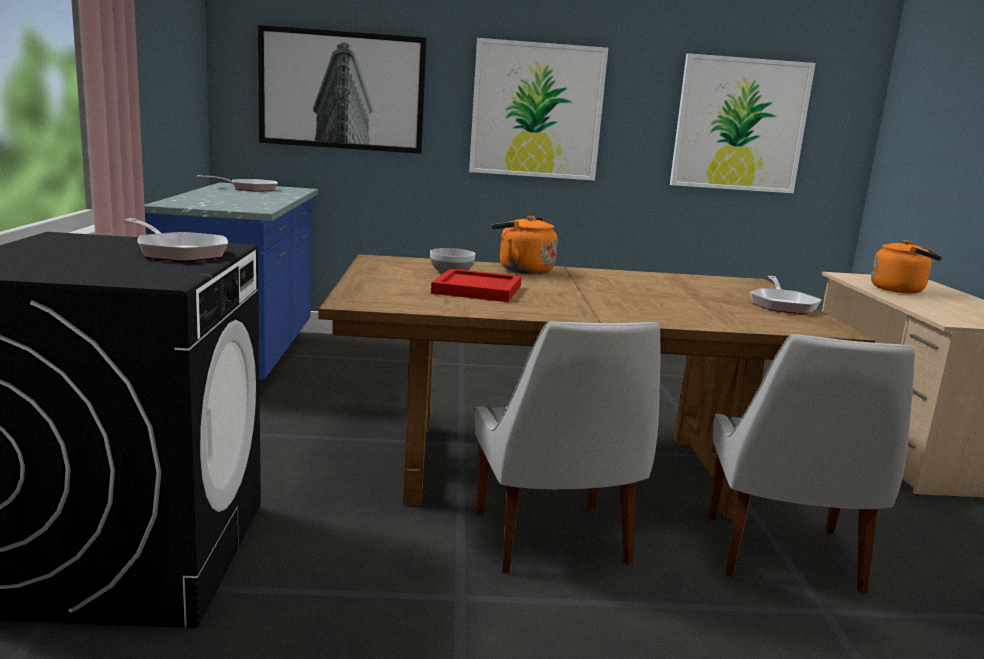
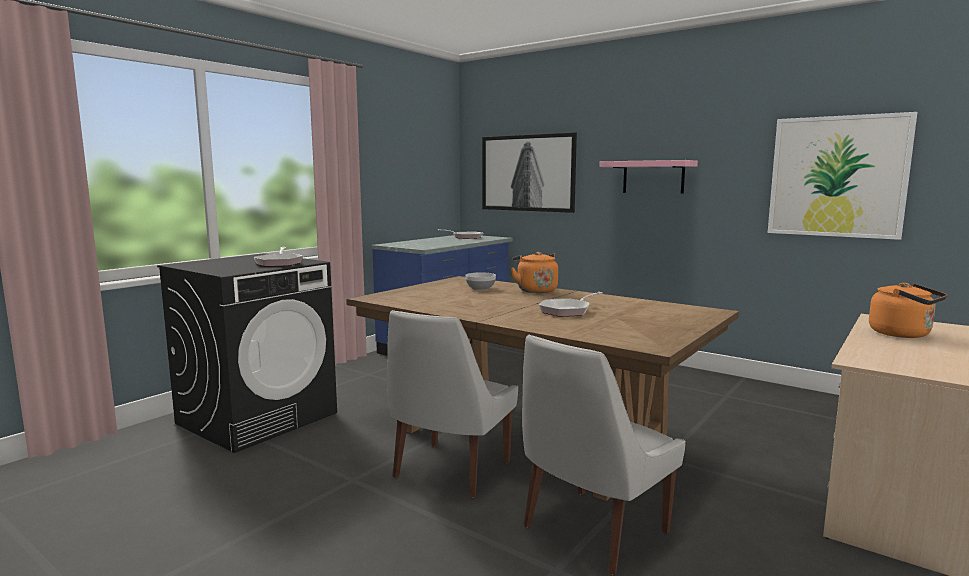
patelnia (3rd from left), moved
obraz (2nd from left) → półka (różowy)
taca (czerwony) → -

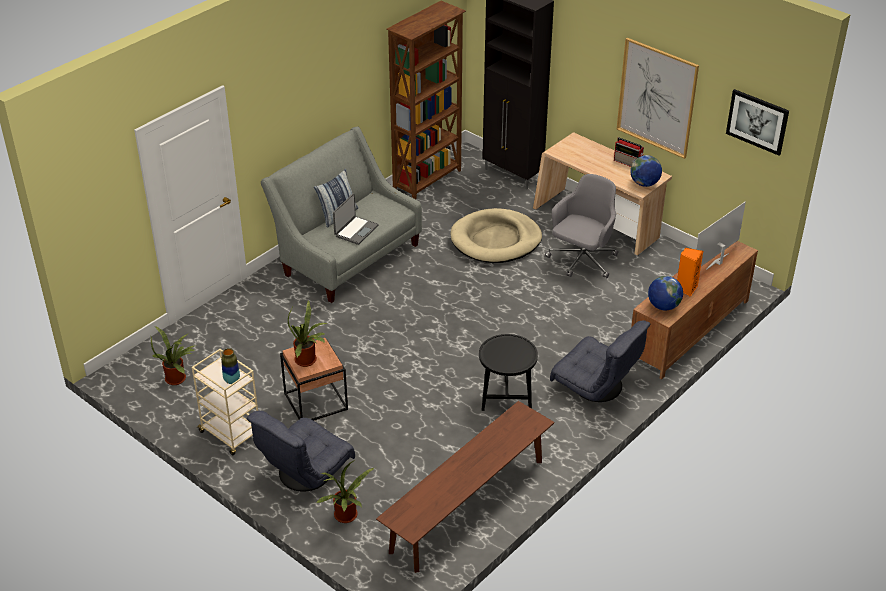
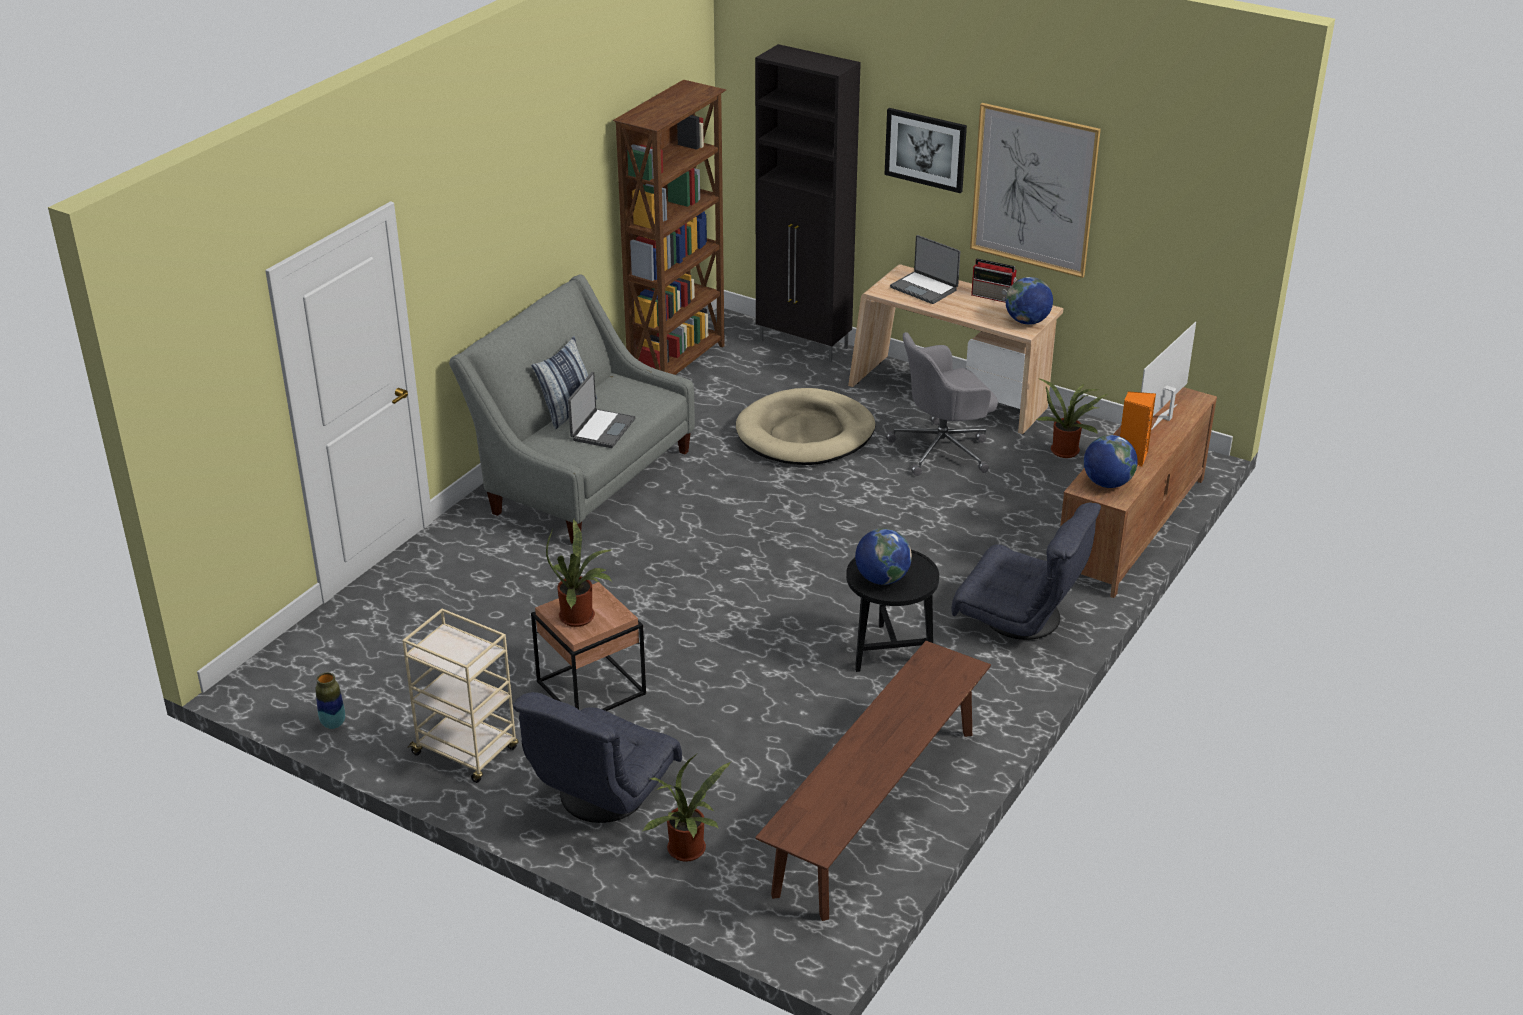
wazon, moved
- → globus (1st from left)
obraz (2nd from left in the first image) → obraz (1st from left), moved
krzesło biurowe (szary), 135 degrees counterclockwise
- → laptop (2nd from left)
roślina doniczkowa (1st from left in the first image) → roślina doniczkowa (3rd from left), moved

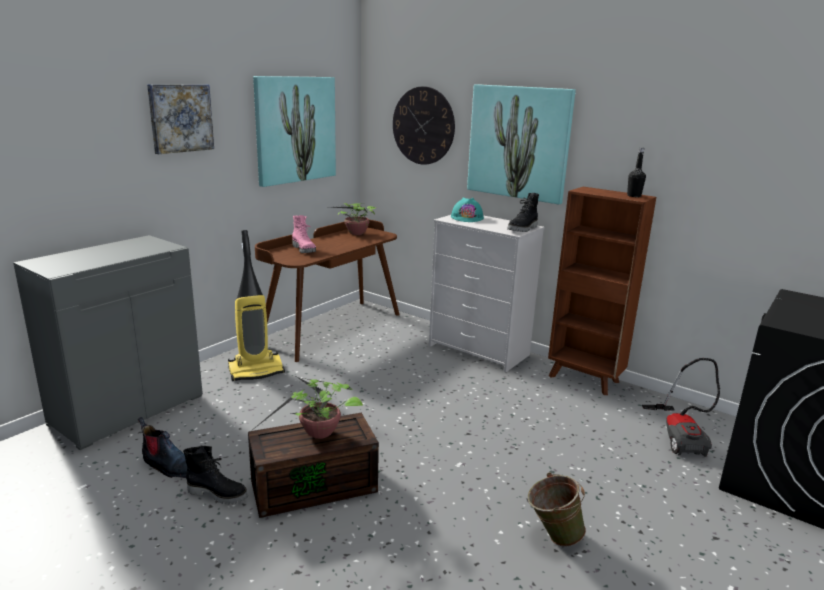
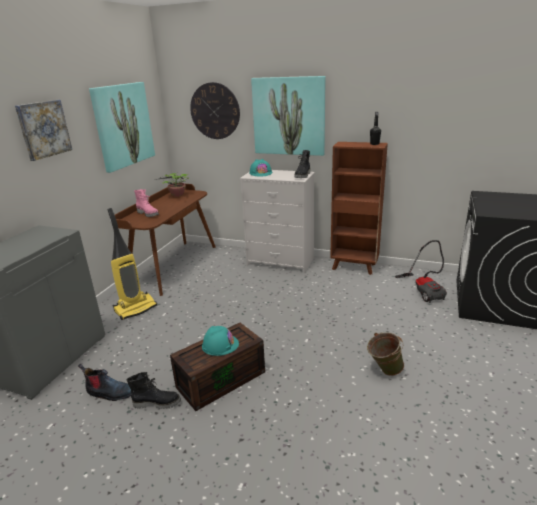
roślina doniczkowa (1st from left) → kask (turkusowy) (1st from left)

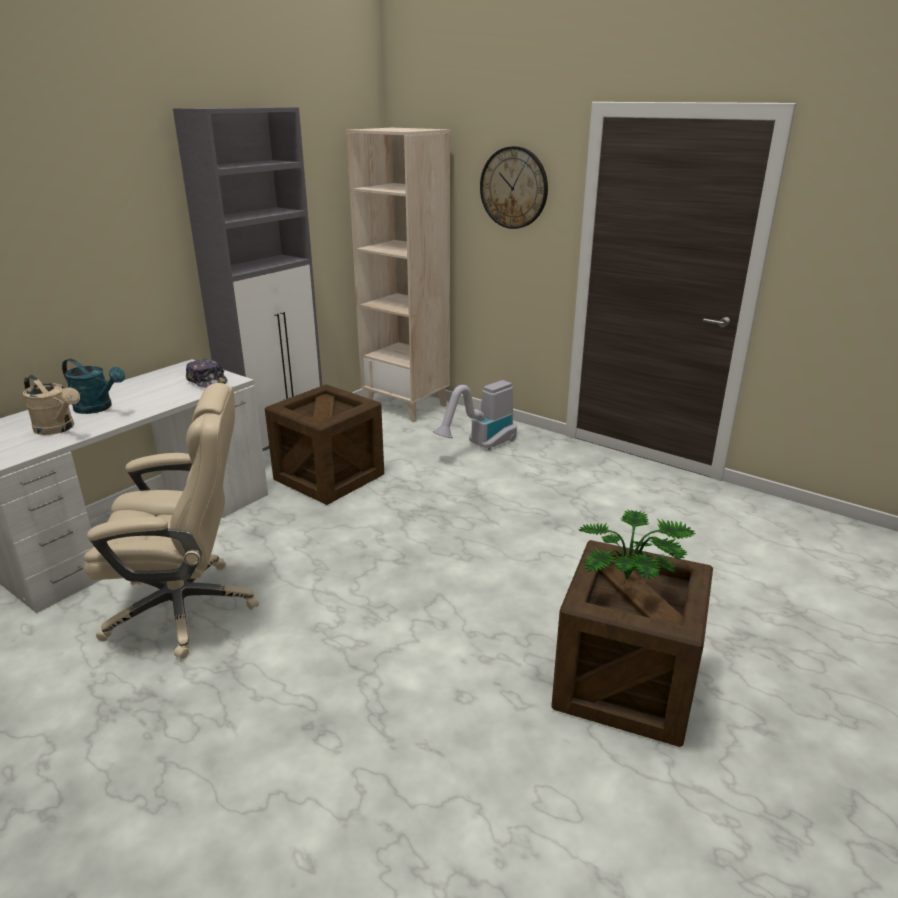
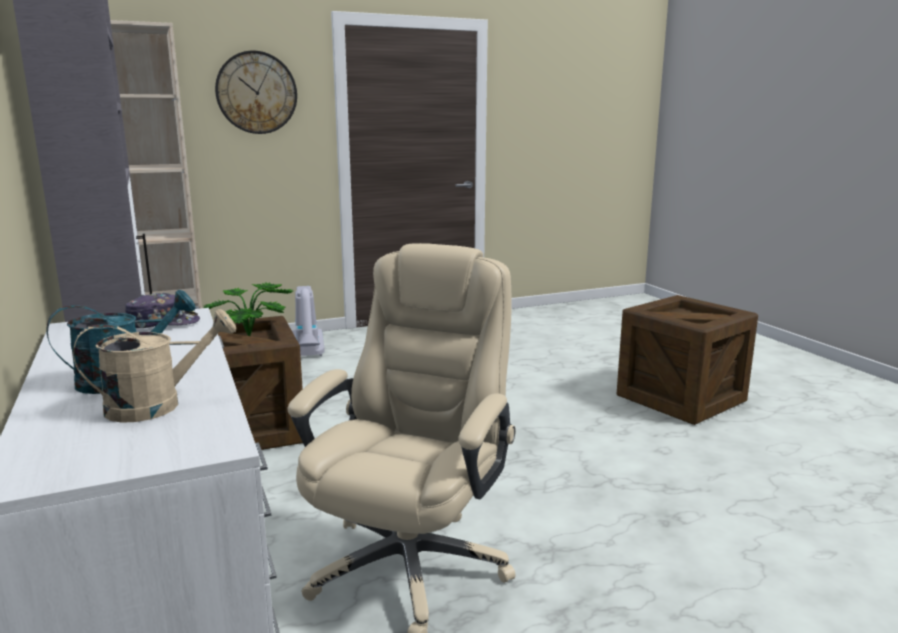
roślina doniczkowa, moved

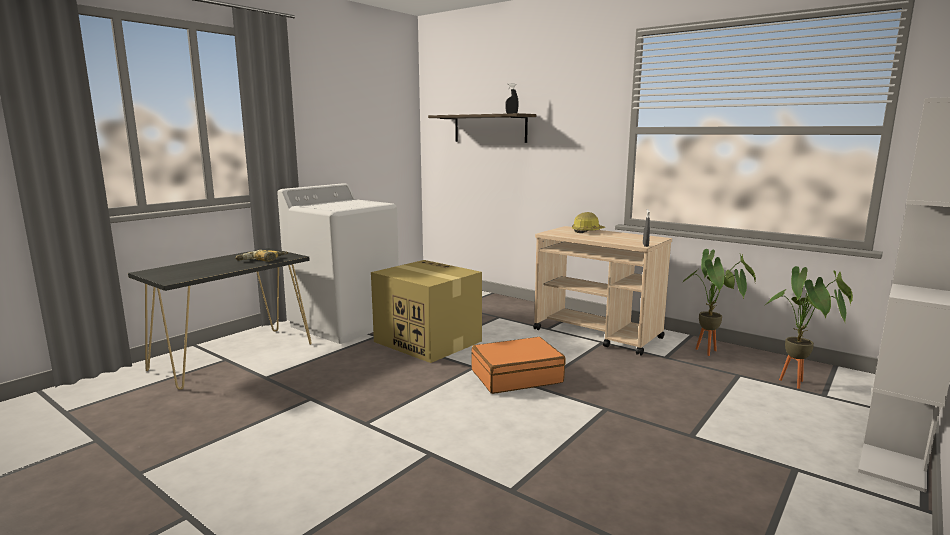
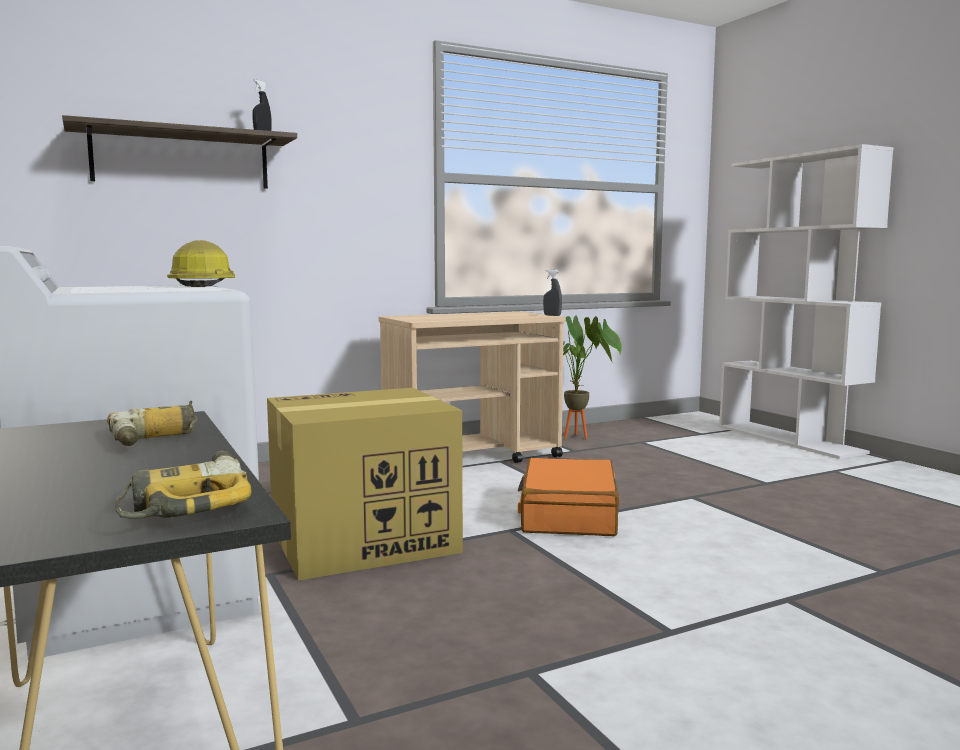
- → wiertarka (2nd from left)
kask, moved
roślina doniczkowa (2nd from left) → -

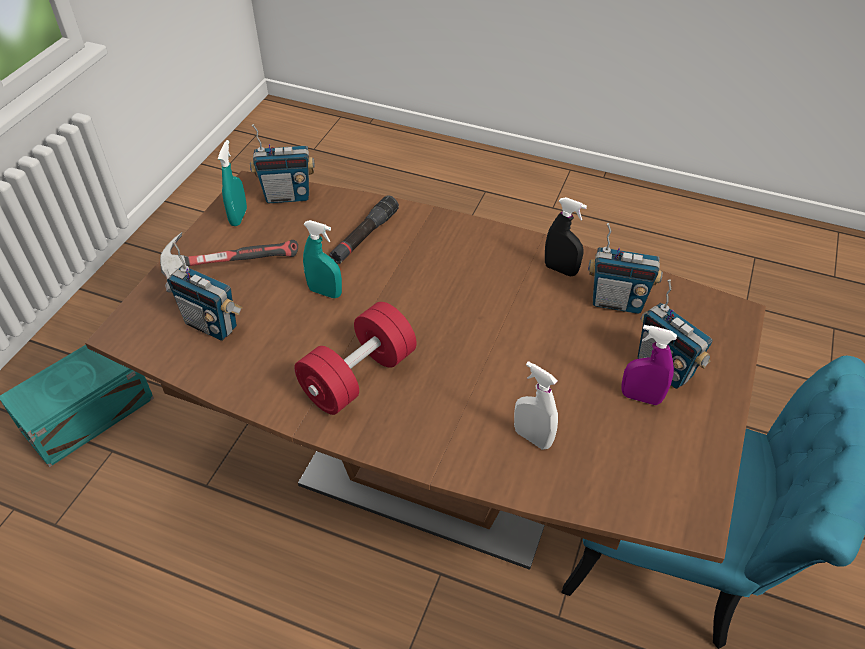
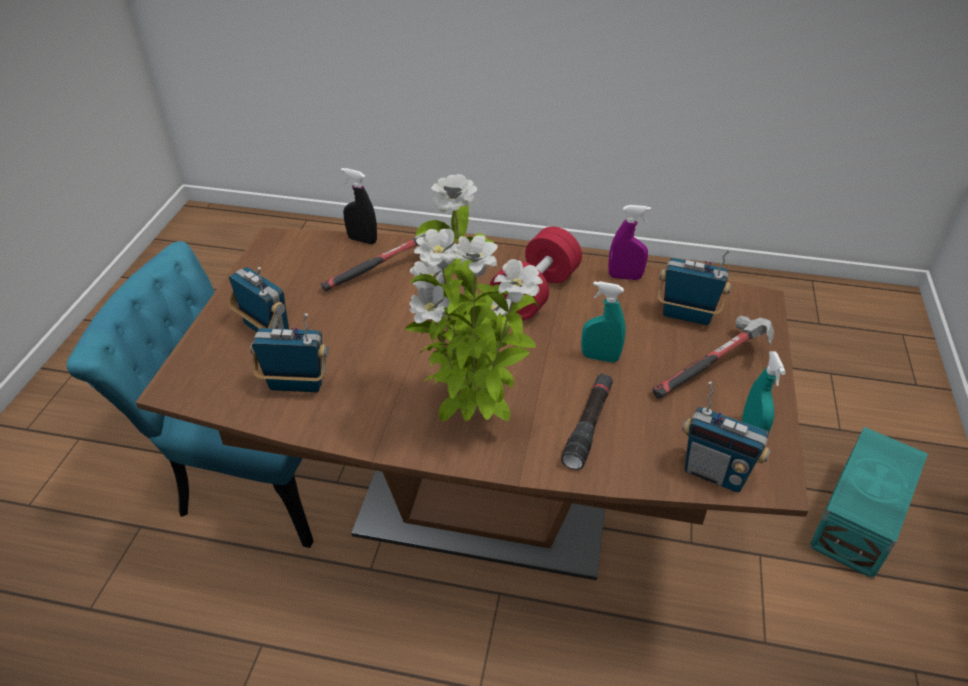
spryskiwacz (biały) → młotek (1st from left)
spryskiwacz (czarny), moved
- → roślina doniczkowa
spryskiwacz (fioletowy), moved
radio (2nd from left in the first image) → radio (4th from left), 135 degrees counterclockwise

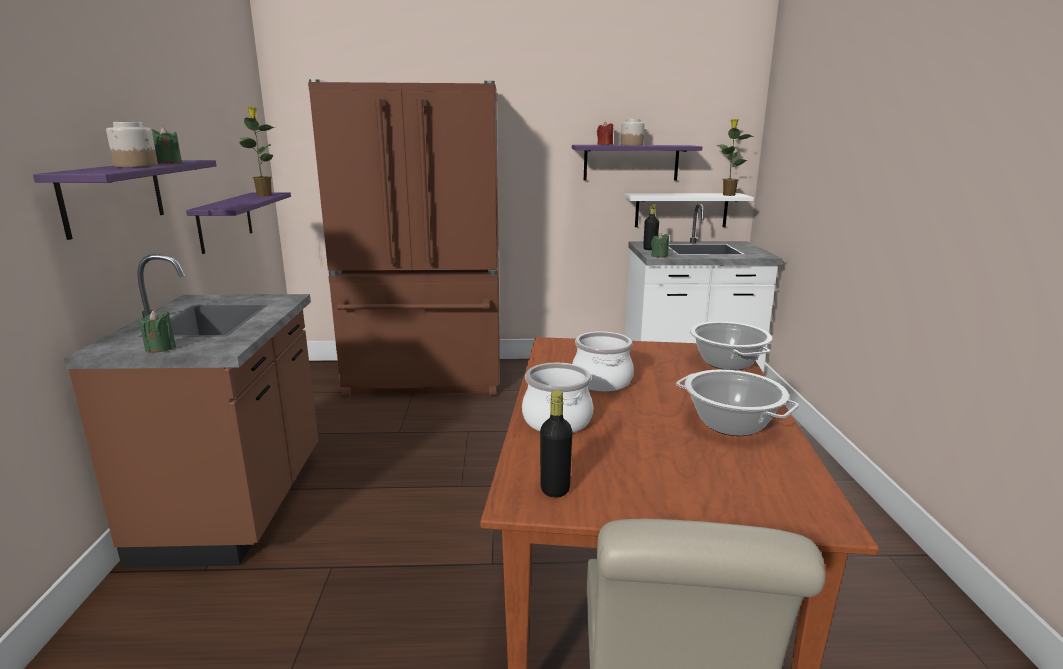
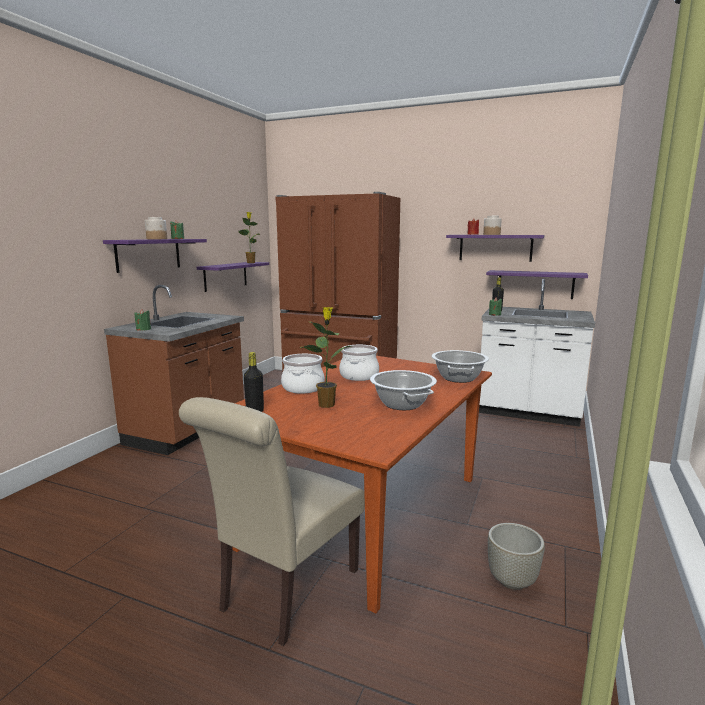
roślina doniczkowa (2nd from left), moved
półka (biały) → półka (fioletowy) (4th from left)
- → donica (szary)

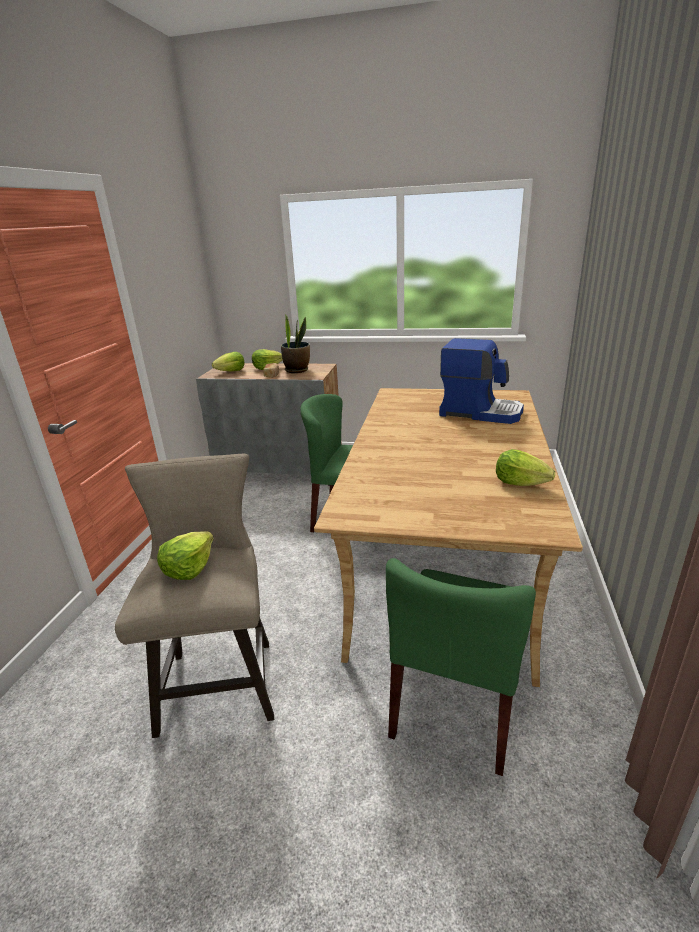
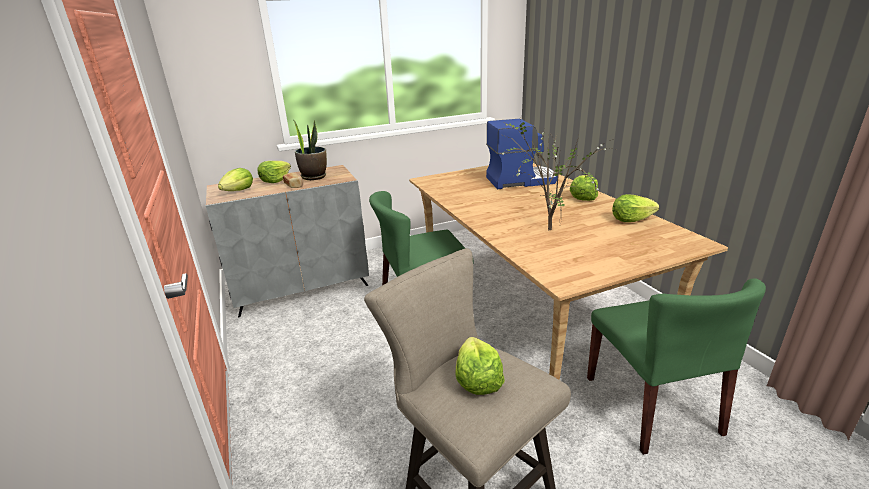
- → roślina doniczkowa (2nd from left)
- → sałata (4th from left)

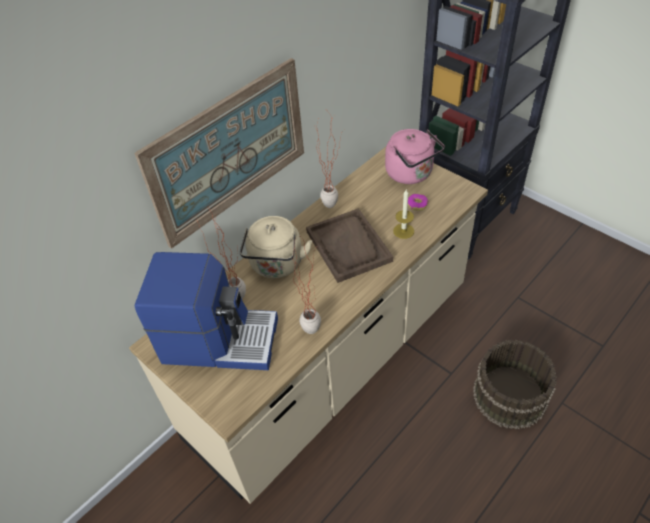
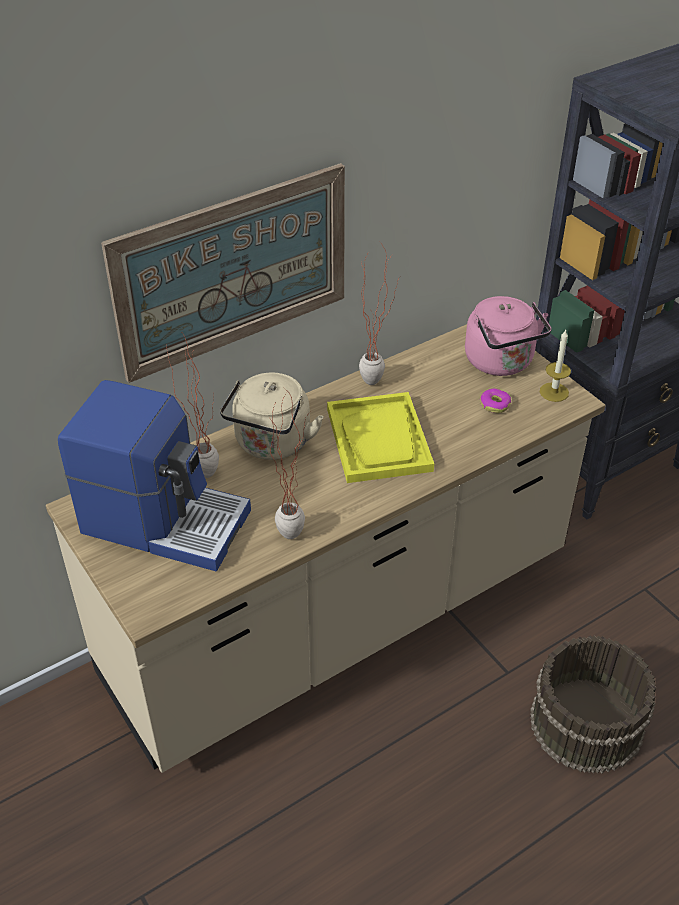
taca (brązowy) → taca (żółty)
świeca, moved

